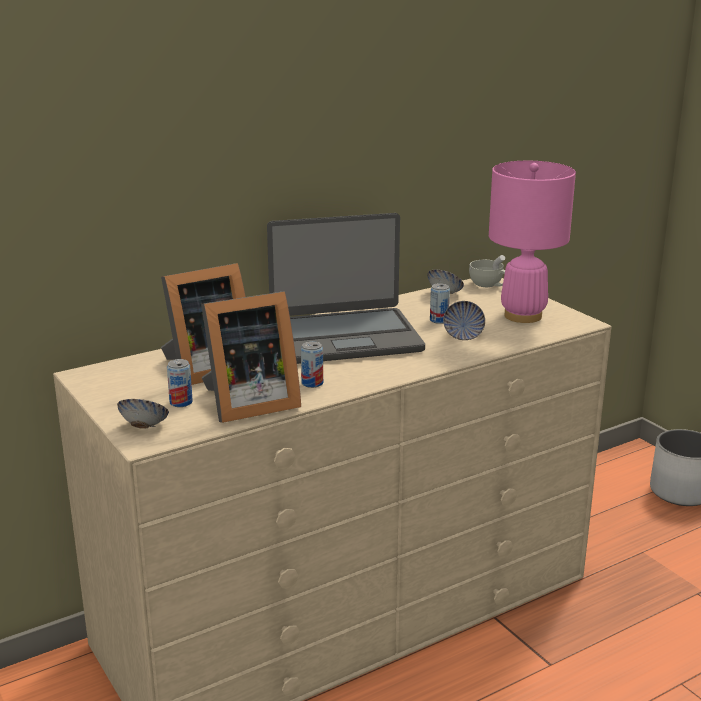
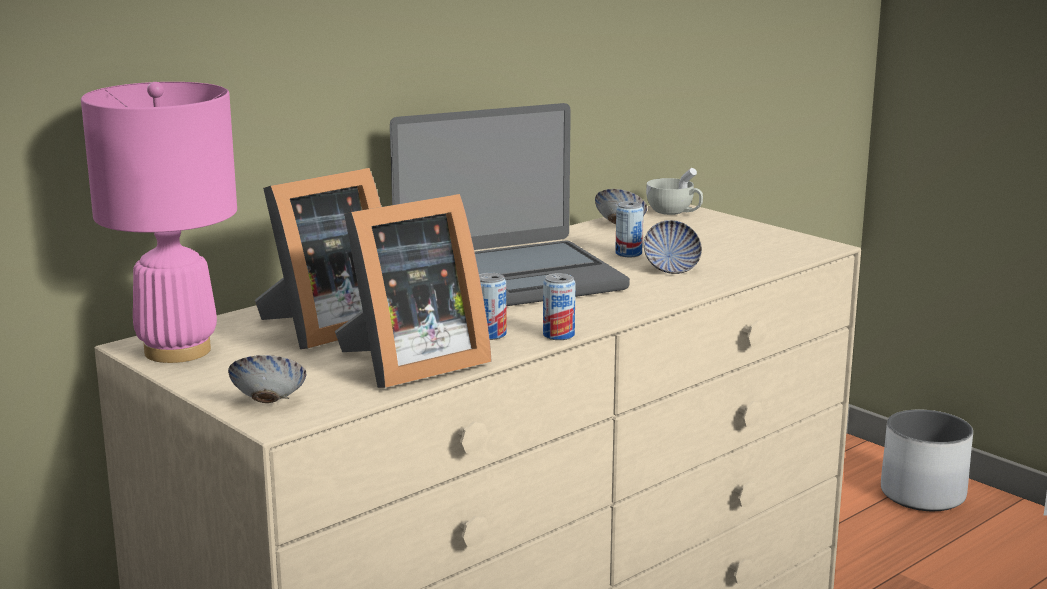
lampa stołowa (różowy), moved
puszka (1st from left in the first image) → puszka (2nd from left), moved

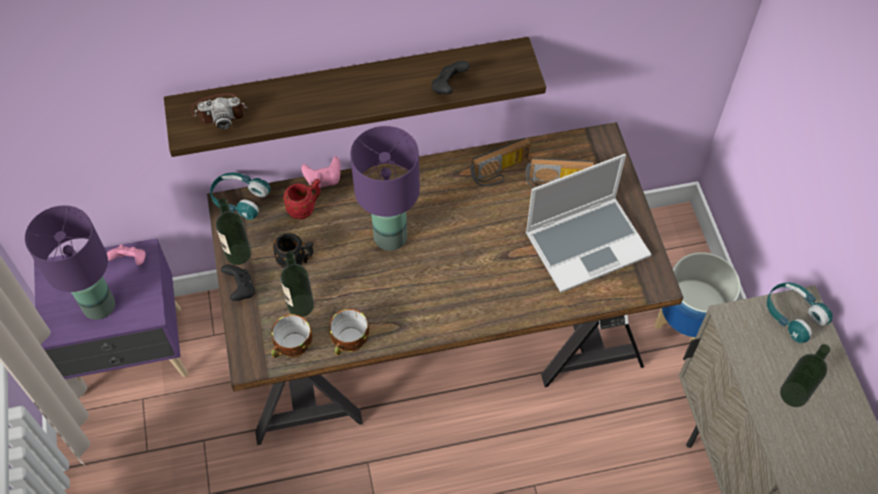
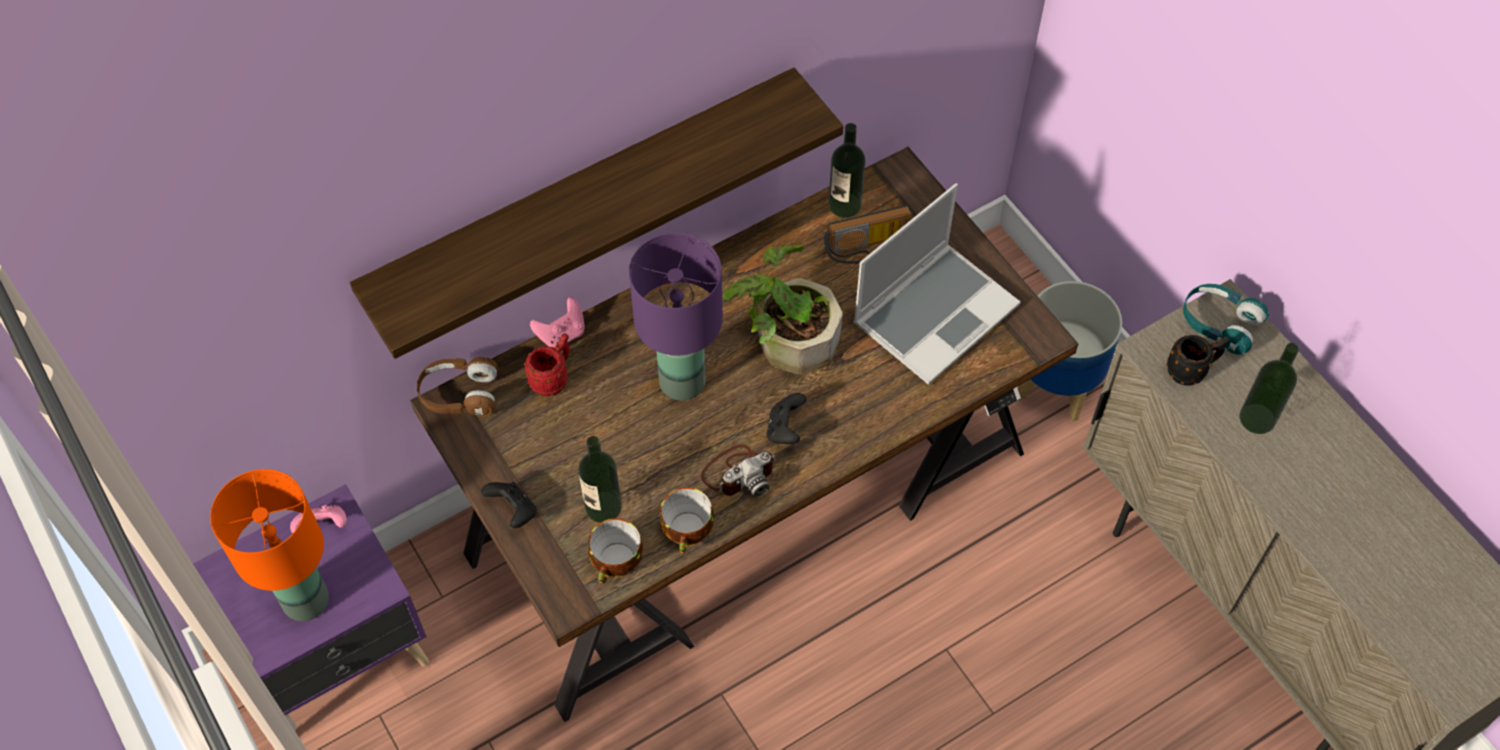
lampa stołowa (fioletowy) (1st from left) → lampa stołowa (pomarańczowy)
słuchawki (turkusowy) (1st from left) → słuchawki (brązowy)
aparat fotograficzny, moved
- → roślina doniczkowa
pad do gier (czarny) (2nd from left), moved
butelka (1st from left in the first image) → butelka (2nd from left), moved
kubek (czarny), moved
radio (1st from left) → -

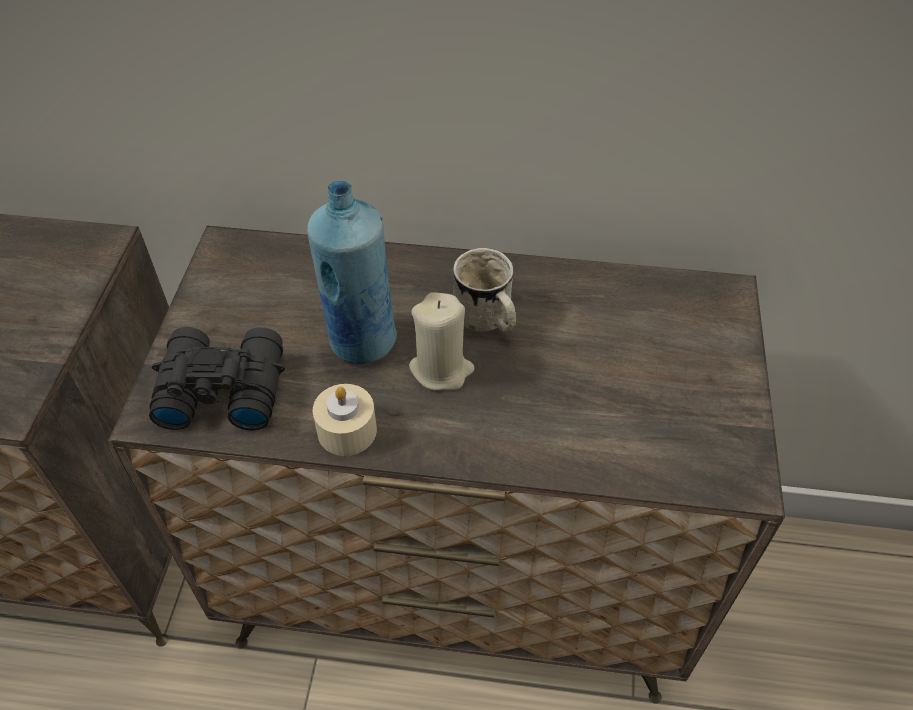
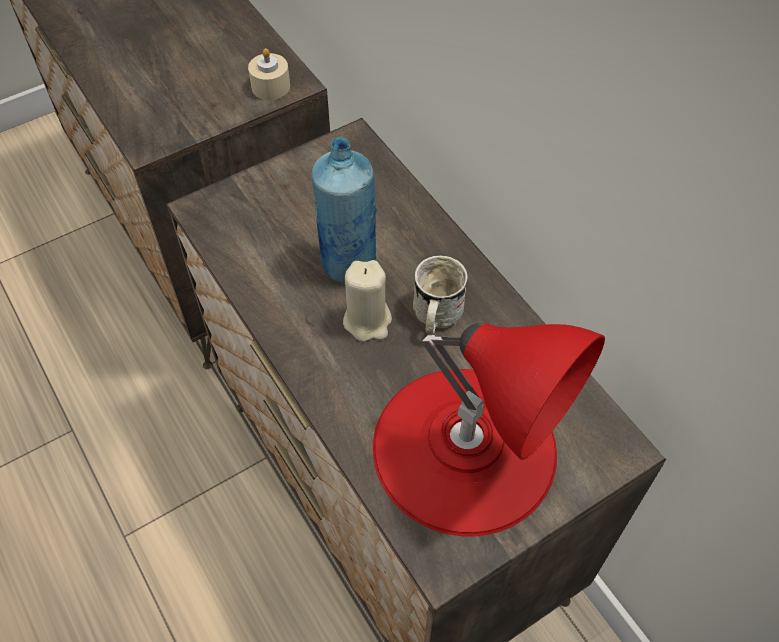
świeca (beżowy) (1st from left), moved
- → lampa stołowa (czerwony)
lornetka (czarny) → -

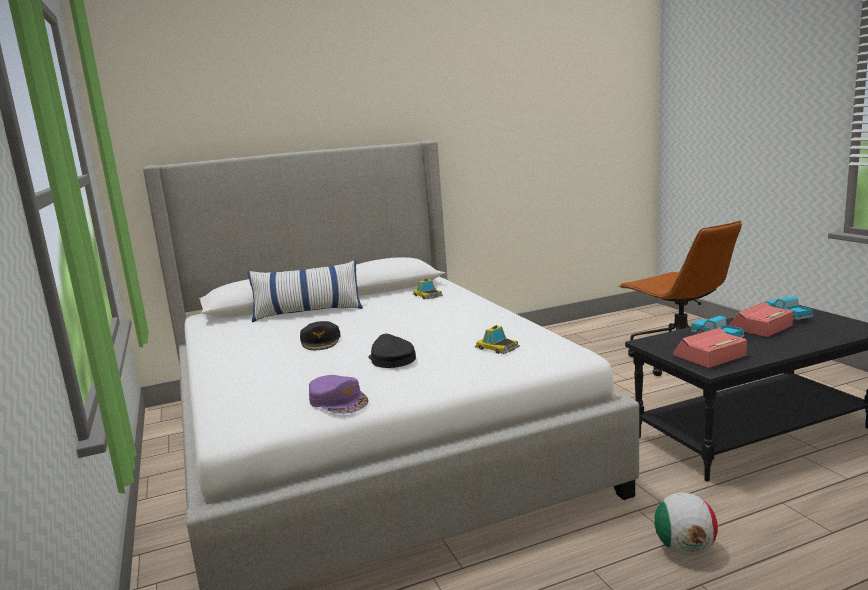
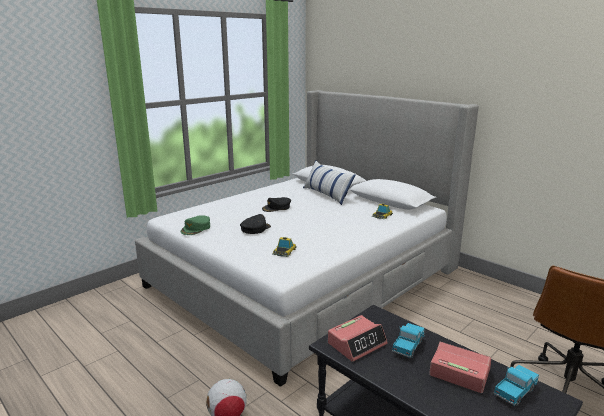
czapka z daszkiem (fioletowy) → czapka z daszkiem (zielony)
budzik (1st from left), 105 degrees clockwise

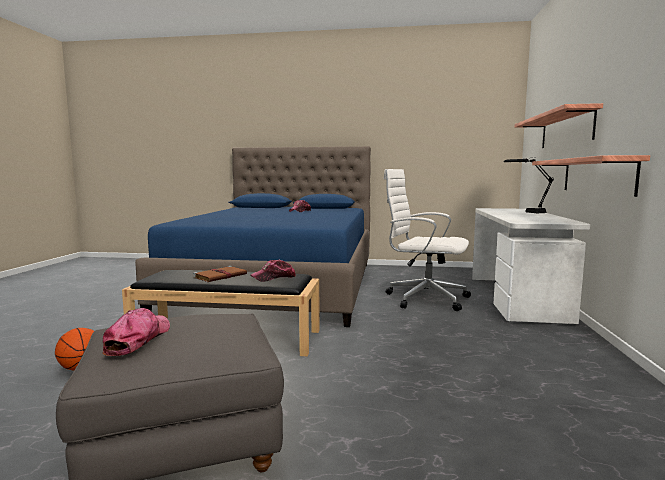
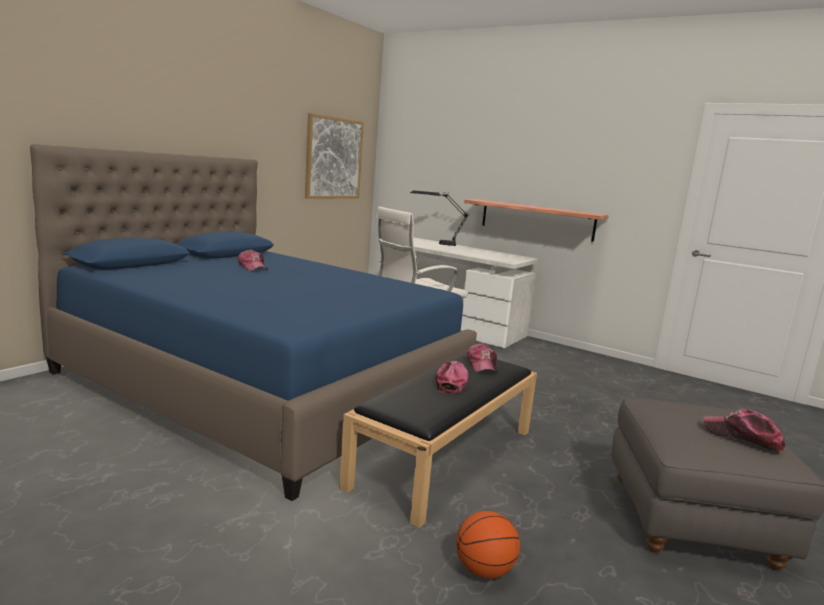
- → obraz
książka (brązowy) → czapka z daszkiem (2nd from left)
półka (1st from left) → -

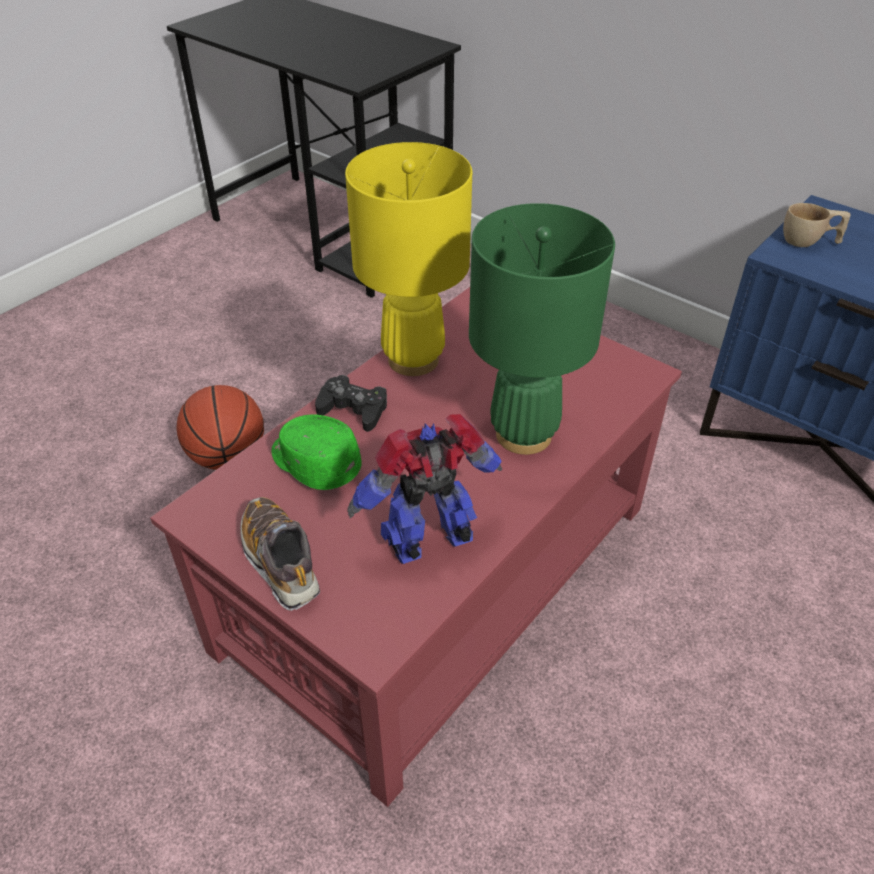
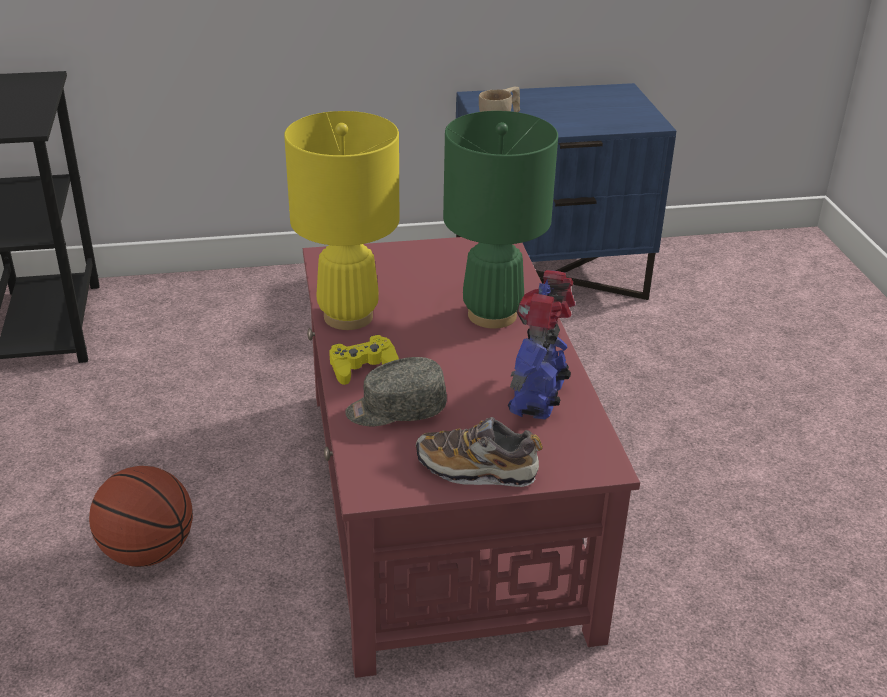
pad do gier (czarny) → pad do gier (żółty)
czapka z daszkiem (zielony) → czapka z daszkiem (szary)

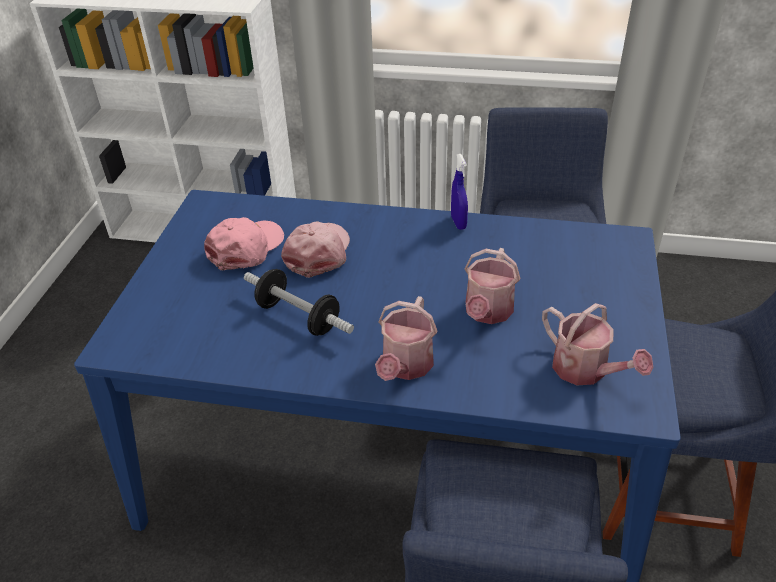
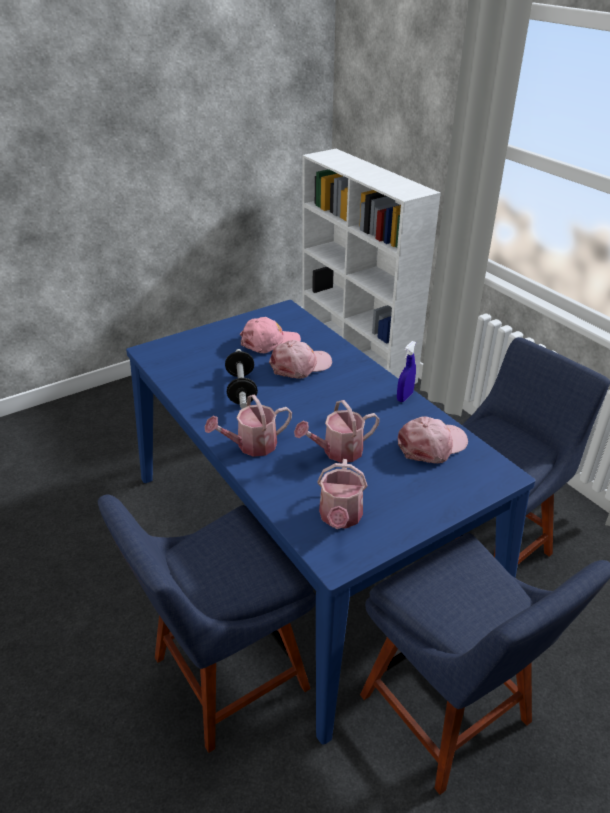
- → czapka z daszkiem (różowy) (3rd from left)

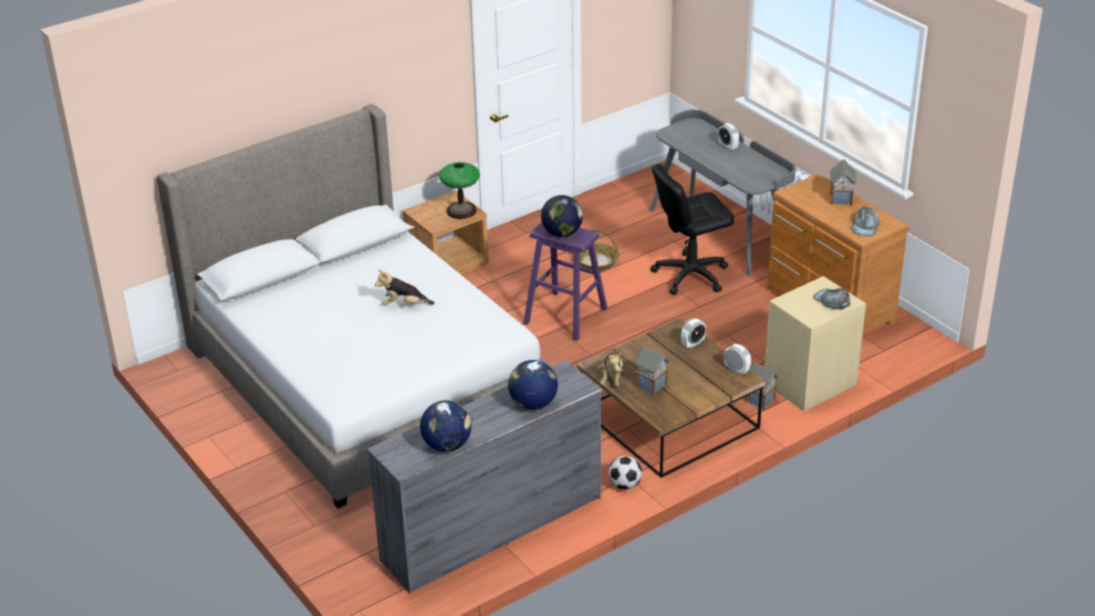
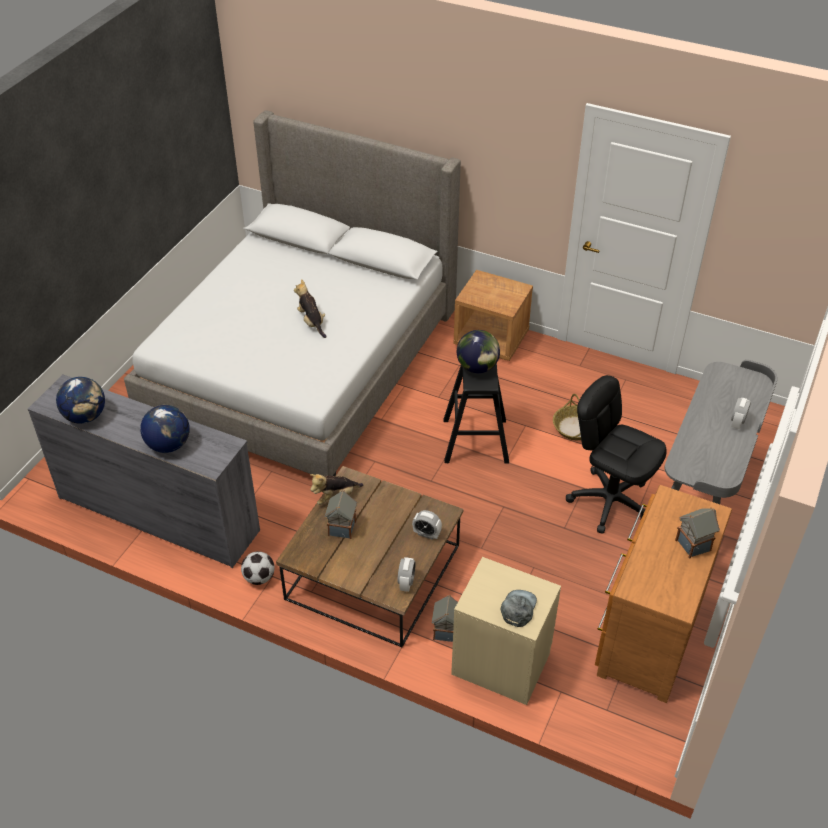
stołek (fioletowy) → stołek (czarny)
lampa stołowa → -
czapka z daszkiem (szary) (2nd from left) → -

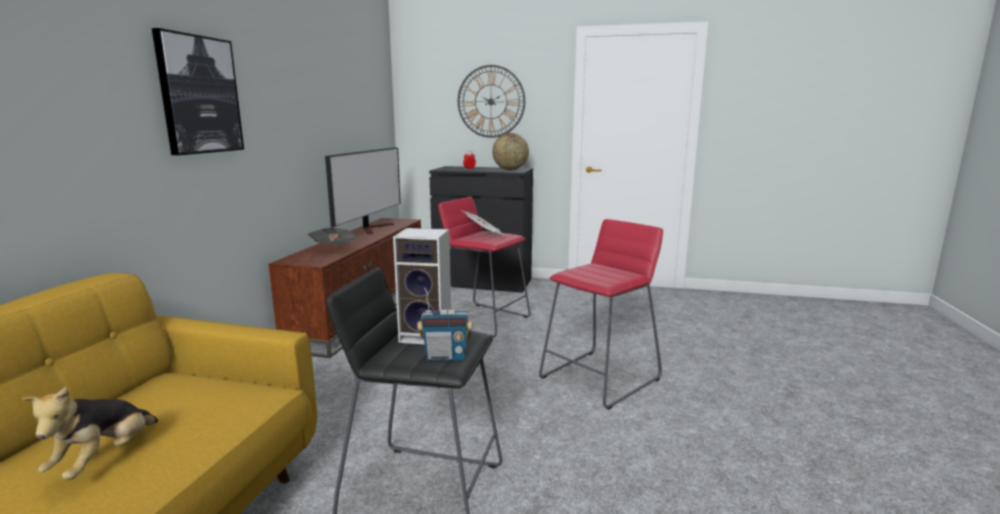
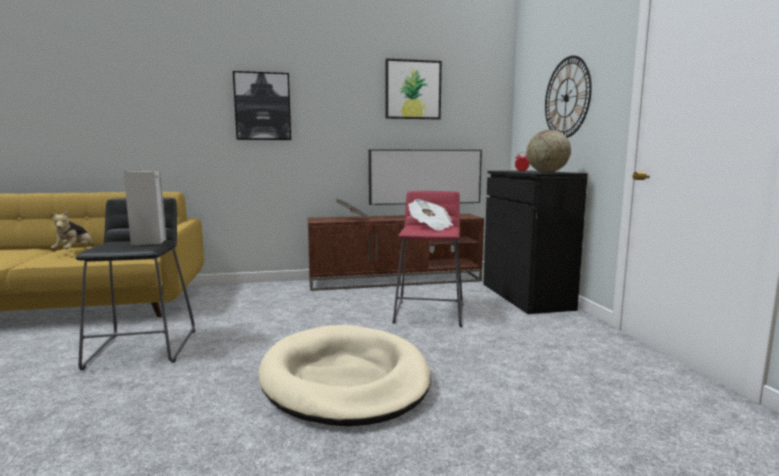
pluszak, 75 degrees counterclockwise
stołek (czerwony) (2nd from left) → legowisko (beżowy)
- → obraz (2nd from left)
radio → -

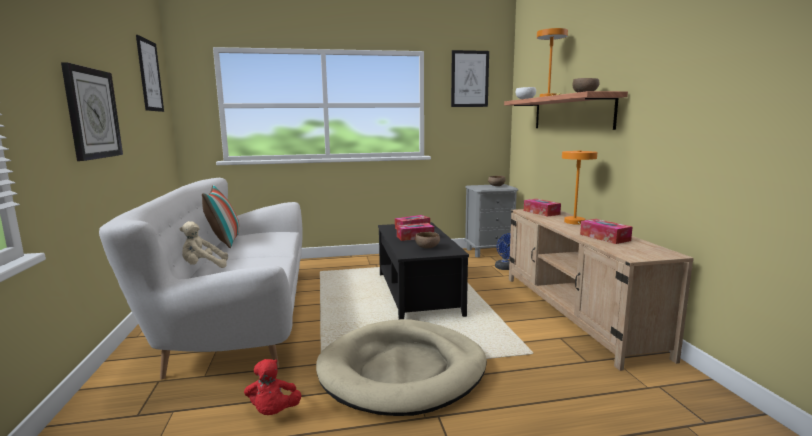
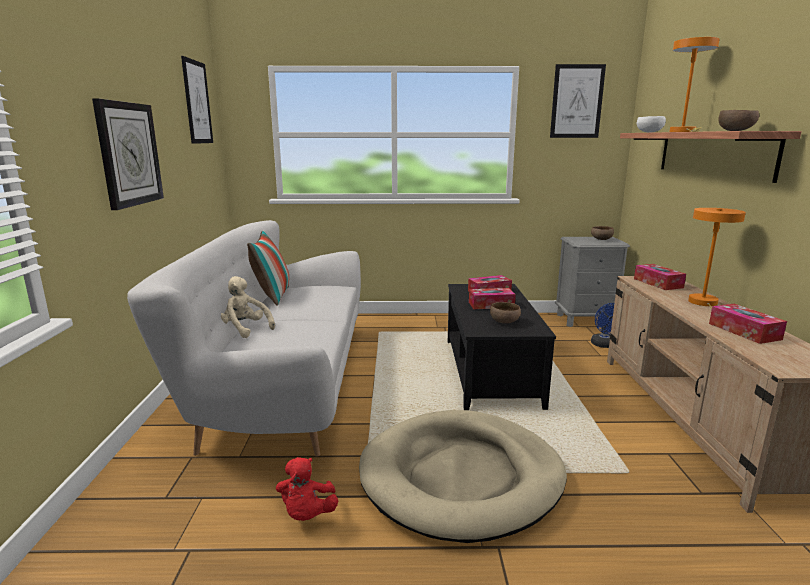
pluszak (beżowy), 45 degrees clockwise

